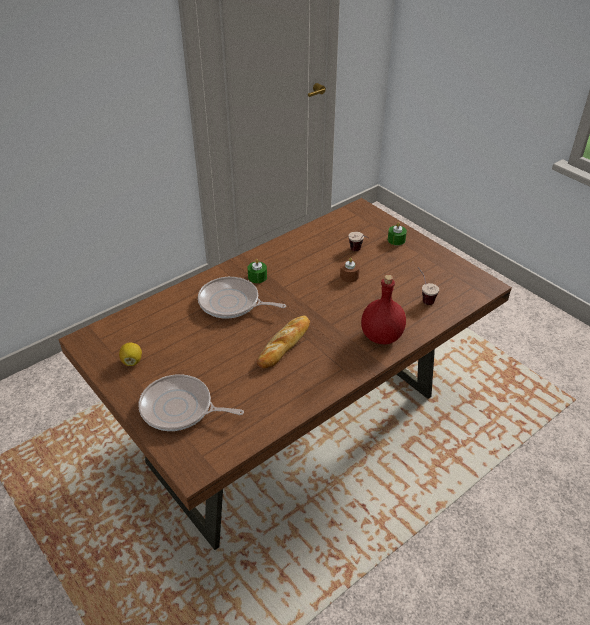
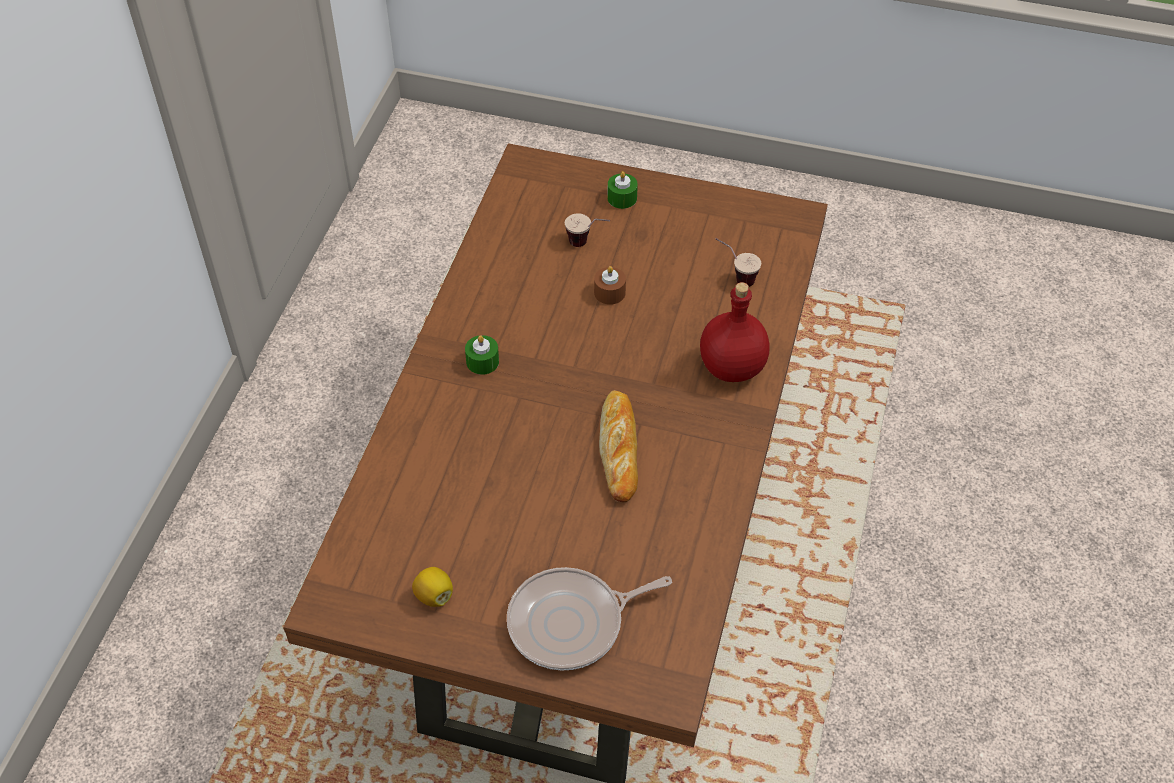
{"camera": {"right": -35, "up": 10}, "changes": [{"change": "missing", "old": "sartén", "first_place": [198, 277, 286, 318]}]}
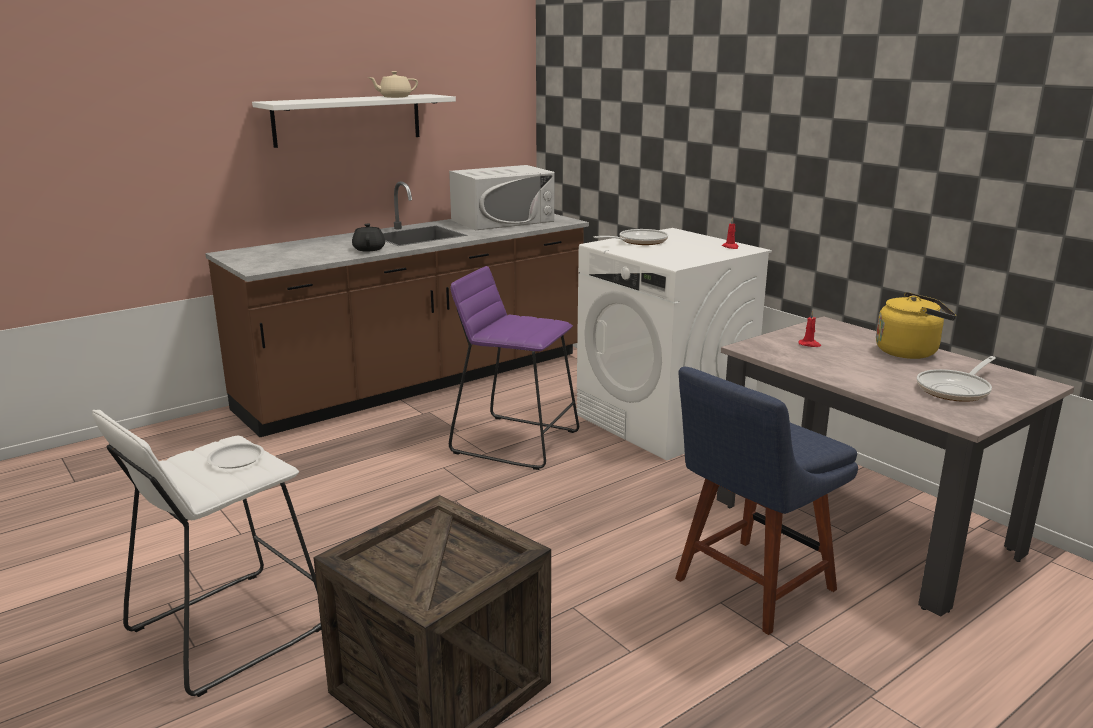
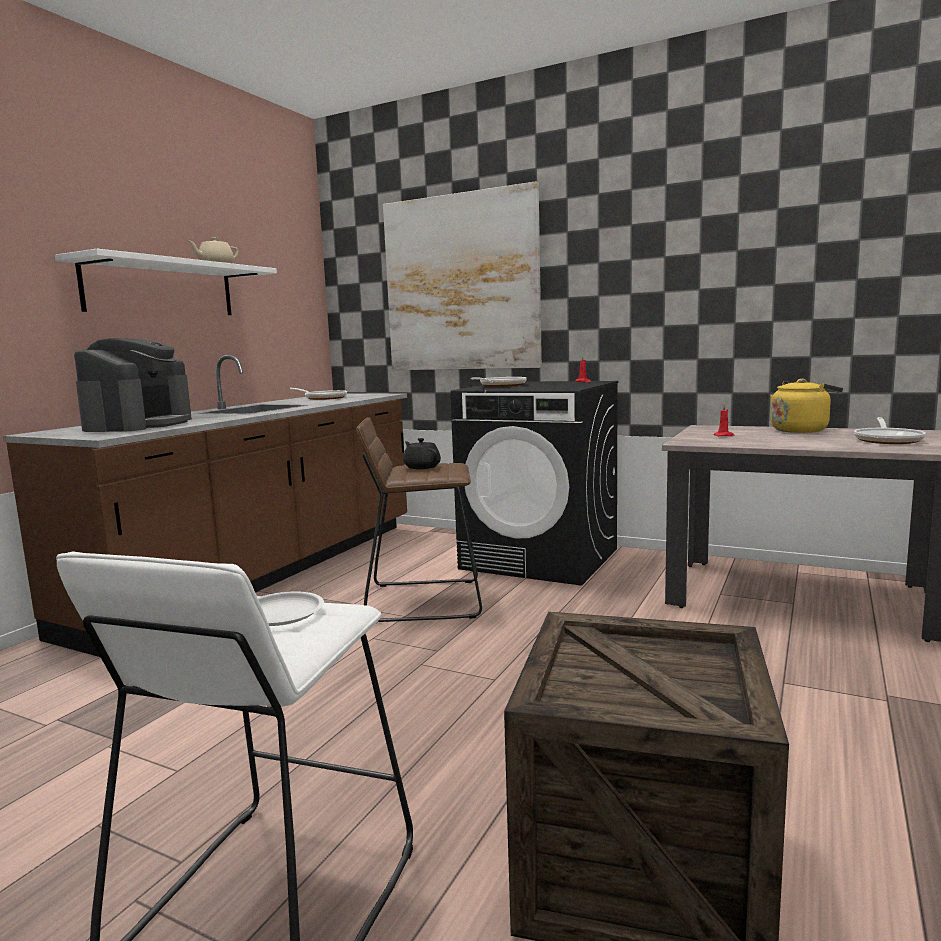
{"camera": {"right": -25, "up": -10}, "changes": [{"change": "exchanged", "old": "microondas/blanco", "new": "sartén", "first_place": [449, 165, 554, 230], "second_place": [290, 388, 347, 400]}, {"change": "relocated", "old": "tetera/negro", "first_place": [352, 224, 385, 251], "second_place": [403, 438, 441, 469]}, {"change": "colour", "old": "lavadora/blanco", "new": "lavadora/negro", "first_place": [577, 228, 772, 460], "second_place": [450, 381, 619, 586]}, {"change": "colour", "old": "taburete/morado", "new": "taburete/marrón", "first_place": [449, 266, 579, 470], "second_place": [356, 417, 482, 624]}, {"change": "missing", "old": "silla/azul", "first_place": [675, 367, 858, 635]}, {"change": "appeared", "new": "cuadro", "second_place": [383, 181, 542, 370]}, {"change": "appeared", "new": "cafetera", "second_place": [74, 338, 192, 432]}]}
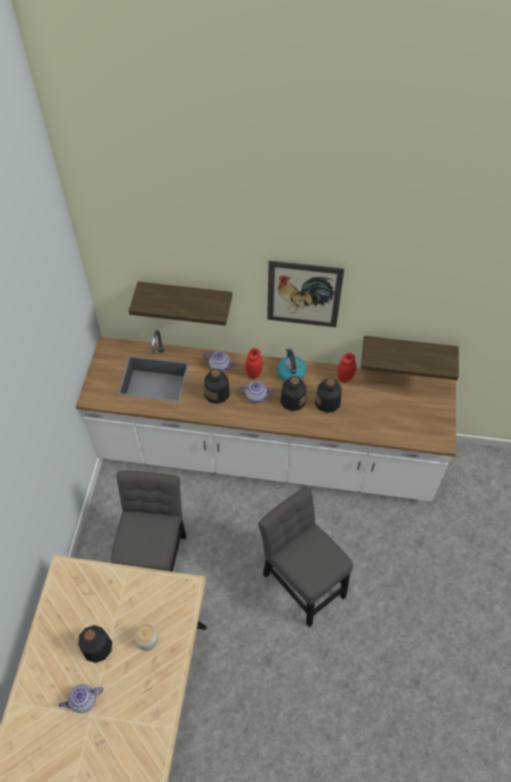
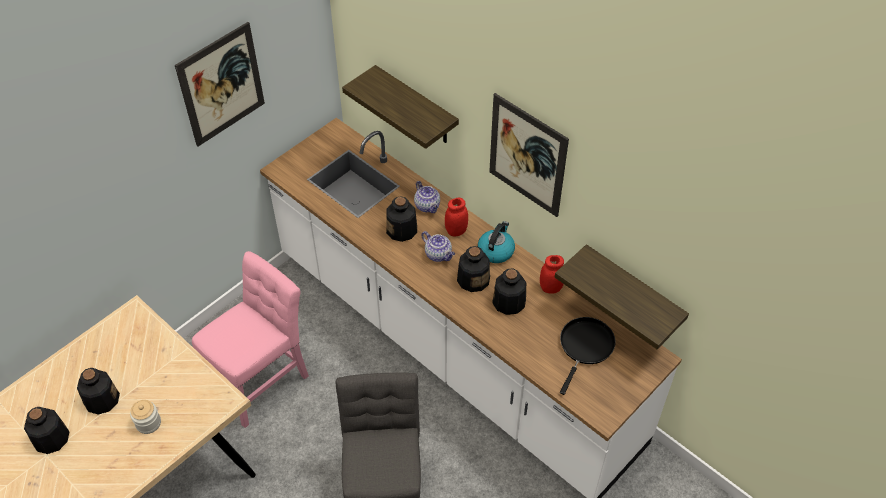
{"camera": {"right": 35, "up": -5}, "changes": [{"change": "colour", "old": "silla/gris", "new": "silla/rosa", "first_place": [111, 471, 186, 572], "second_place": [192, 251, 309, 428]}, {"change": "exchanged", "old": "tetera", "new": "botella", "first_place": [59, 684, 103, 713], "second_place": [24, 407, 70, 454]}, {"change": "appeared", "new": "cuadro", "second_place": [175, 22, 265, 147]}, {"change": "appeared", "new": "sartén/negro", "second_place": [560, 317, 616, 395]}]}
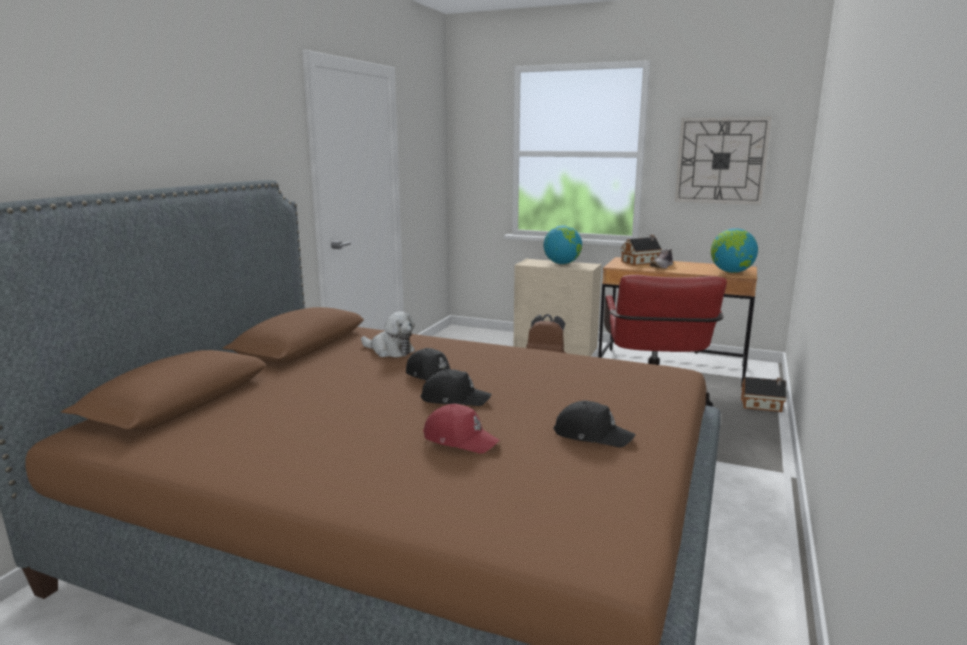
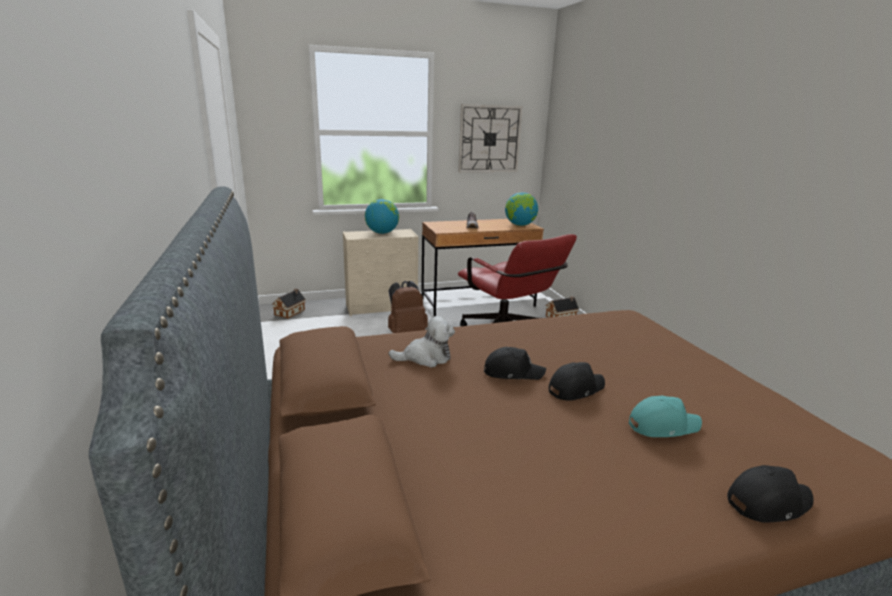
{"camera": {"right": -40, "up": 5}, "changes": [{"change": "relocated", "old": "casita", "first_place": [621, 235, 662, 265], "second_place": [272, 289, 306, 318]}, {"change": "relocated", "old": "gorra/negro", "first_place": [553, 400, 636, 447], "second_place": [727, 465, 814, 523]}, {"change": "colour", "old": "gorra/rojo", "new": "gorra/turquesa", "first_place": [423, 404, 500, 453], "second_place": [629, 395, 702, 437]}]}
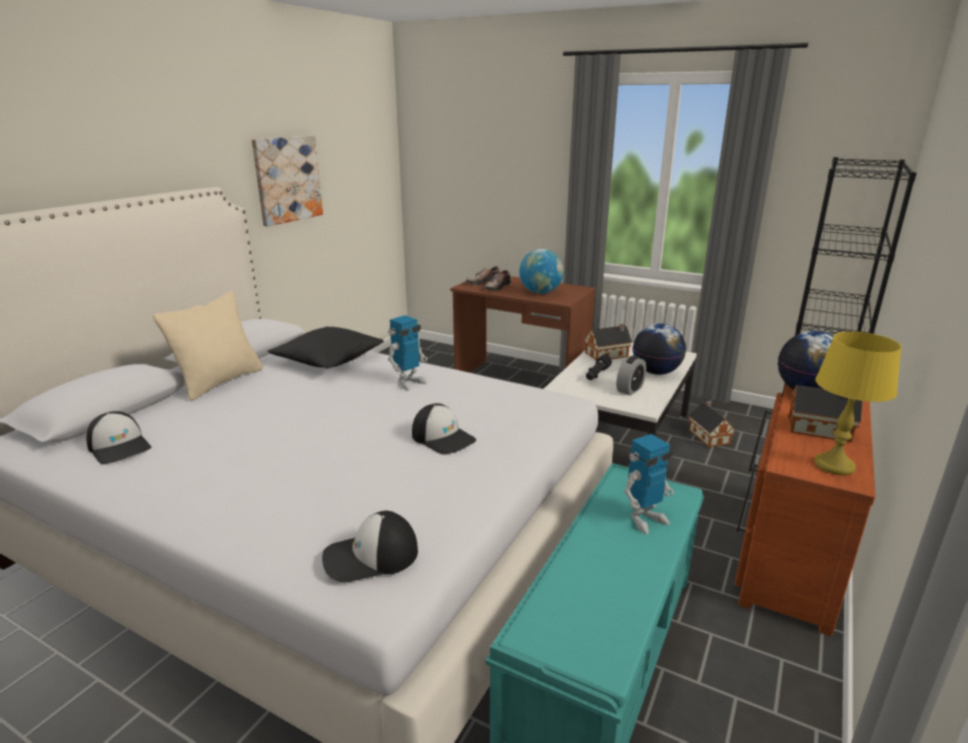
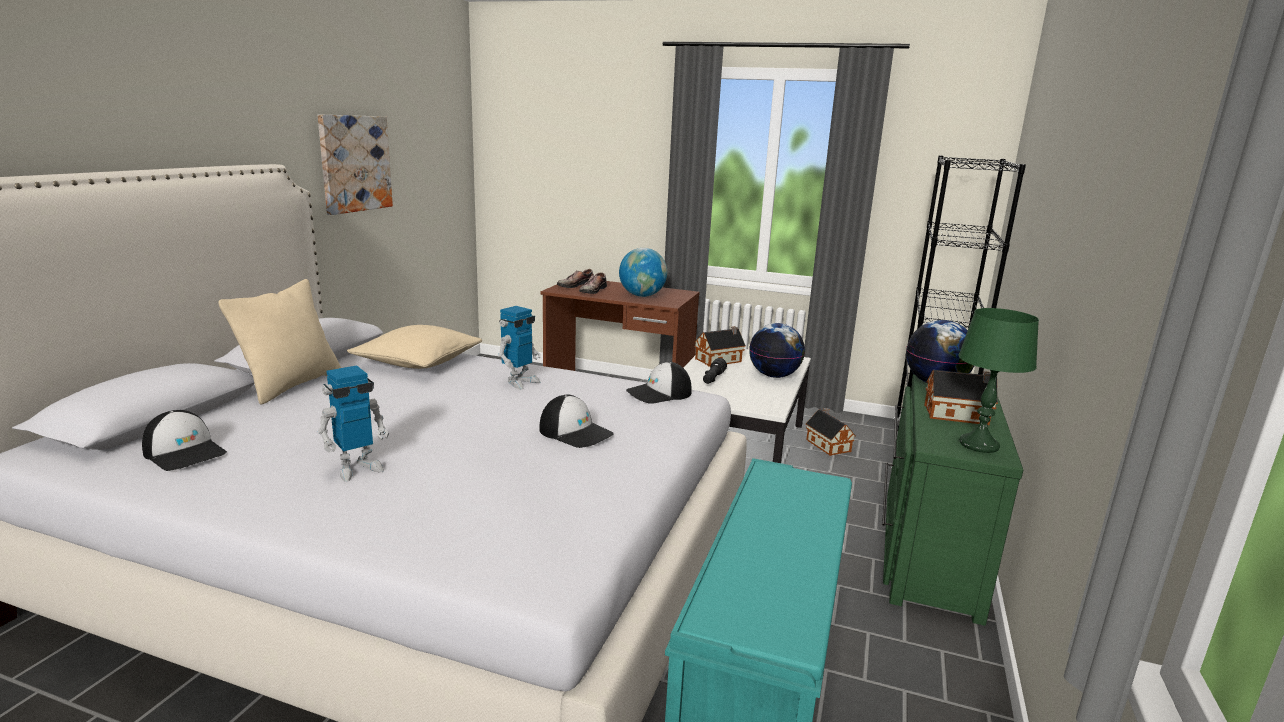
{"camera": {"right": -10, "up": -5}, "changes": [{"change": "colour", "old": "cojín/negro", "new": "cojín/beis", "first_place": [268, 326, 384, 369], "second_place": [347, 325, 482, 369]}, {"change": "colour", "old": "lámpara de mesa/amarillo", "new": "lámpara de mesa/verde", "first_place": [815, 332, 902, 475], "second_place": [958, 308, 1039, 453]}, {"change": "missing", "old": "despertador", "first_place": [616, 355, 646, 395]}, {"change": "colour", "old": "cómoda/marrón", "new": "cómoda/verde", "first_place": [734, 384, 875, 636], "second_place": [882, 374, 1023, 626]}, {"change": "relocated", "old": "robot de juguete", "first_place": [624, 434, 674, 534], "second_place": [318, 365, 389, 482]}, {"change": "relocated", "old": "gorra", "first_place": [322, 511, 418, 583], "second_place": [626, 362, 692, 404]}]}
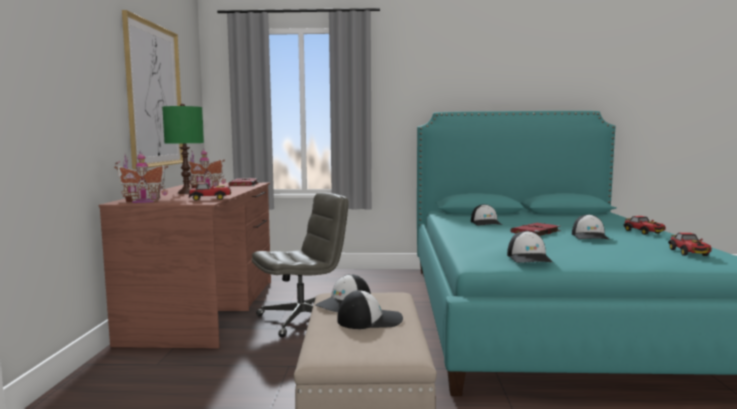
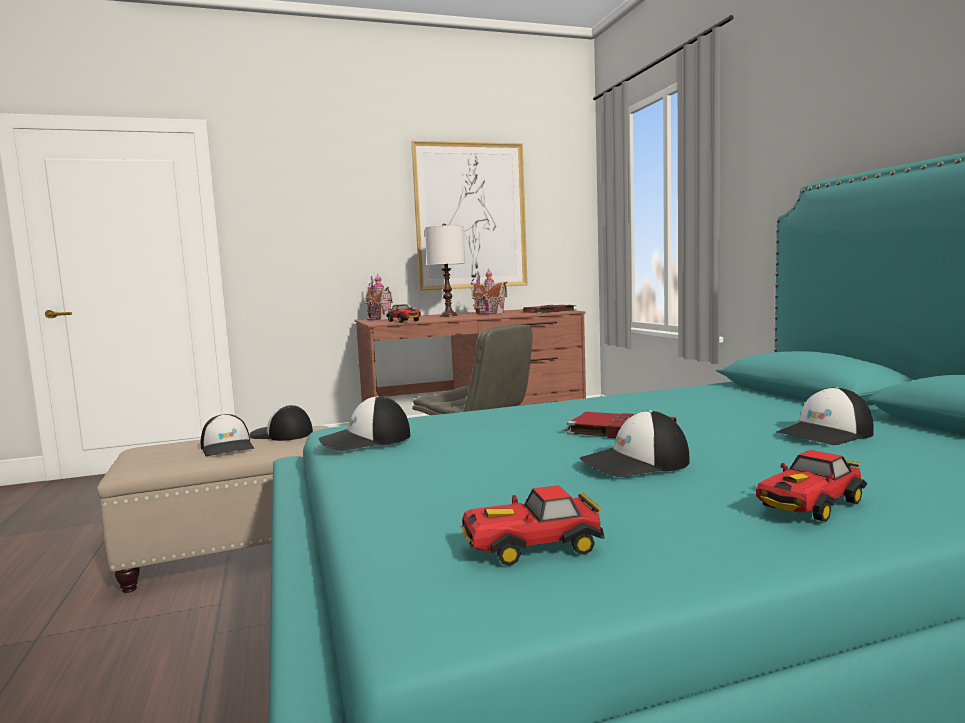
{"camera": {"right": 70, "up": 0}, "changes": [{"change": "colour", "old": "lámpara de mesa/verde", "new": "lámpara de mesa/blanco", "first_place": [162, 104, 204, 194], "second_place": [425, 224, 465, 317]}, {"change": "relocated", "old": "gorra", "first_place": [471, 204, 502, 226], "second_place": [776, 387, 874, 445]}]}
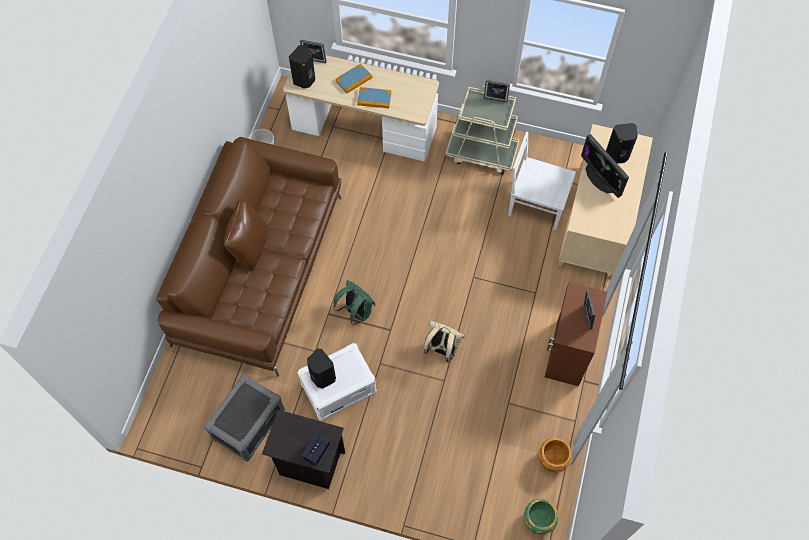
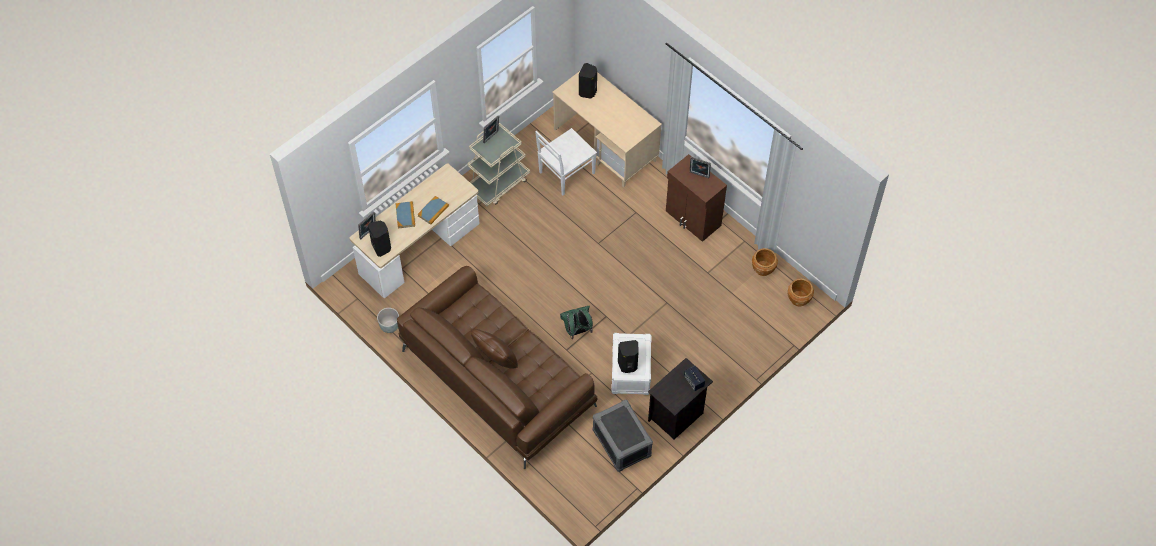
{"camera": {"right": -60, "up": -5}, "changes": [{"change": "missing", "old": "monitor", "first_place": [581, 134, 629, 198]}, {"change": "missing", "old": "mochila/beis", "first_place": [424, 321, 464, 363]}, {"change": "colour", "old": "maceta/verde", "new": "maceta/marrón", "first_place": [524, 499, 559, 534], "second_place": [787, 278, 814, 306]}]}
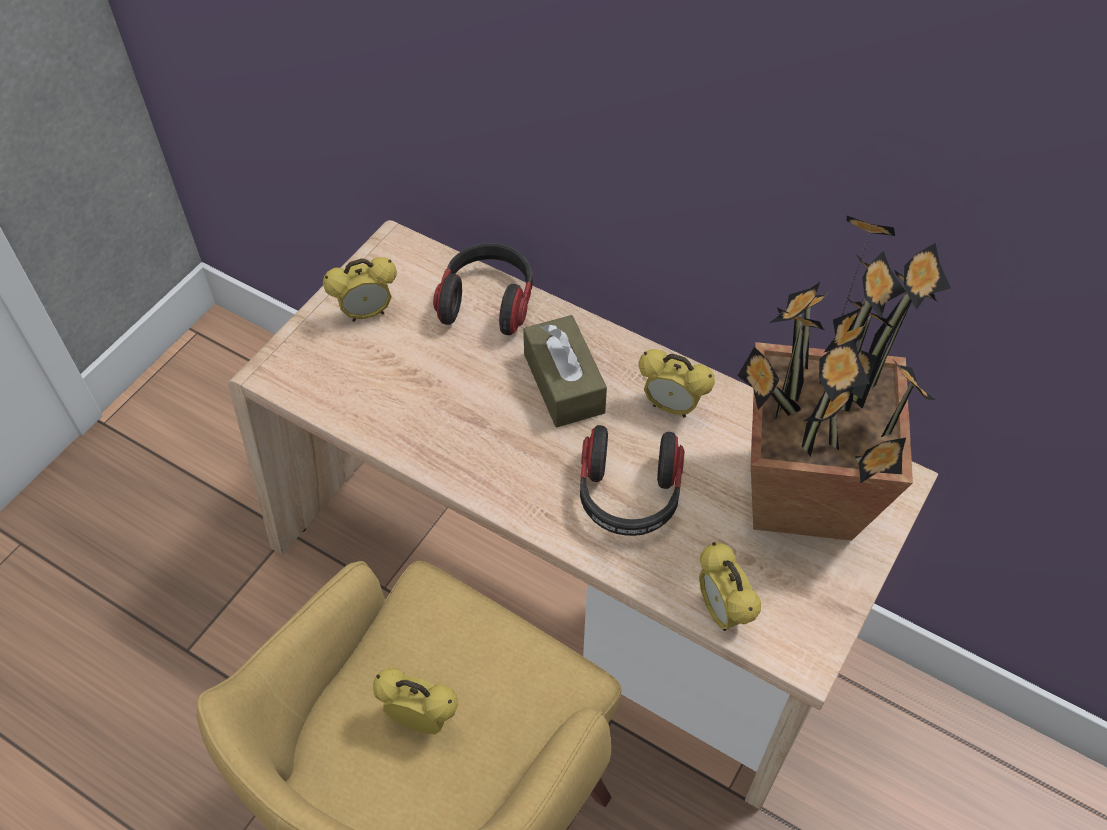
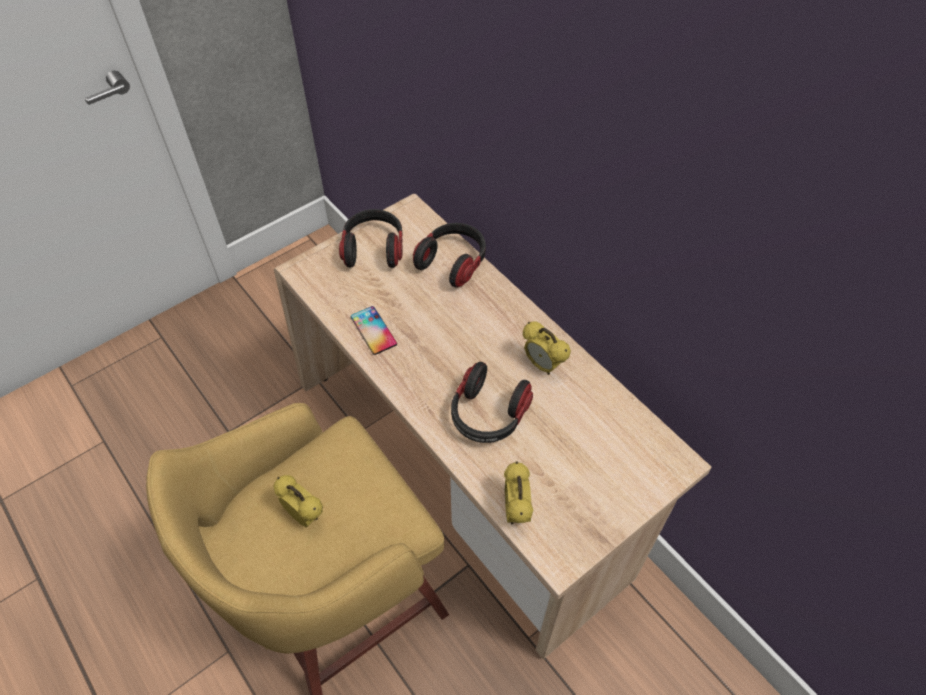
{"camera": {"right": 20, "up": 0}, "changes": [{"change": "missing", "old": "planta en maceta", "first_place": [738, 216, 951, 541]}, {"change": "exchanged", "old": "despertador", "new": "auriculares", "first_place": [323, 257, 397, 322], "second_place": [339, 209, 403, 268]}, {"change": "missing", "old": "caja de pañuelos/marrón", "first_place": [523, 315, 607, 427]}, {"change": "appeared", "new": "móvil", "second_place": [351, 306, 397, 355]}]}
